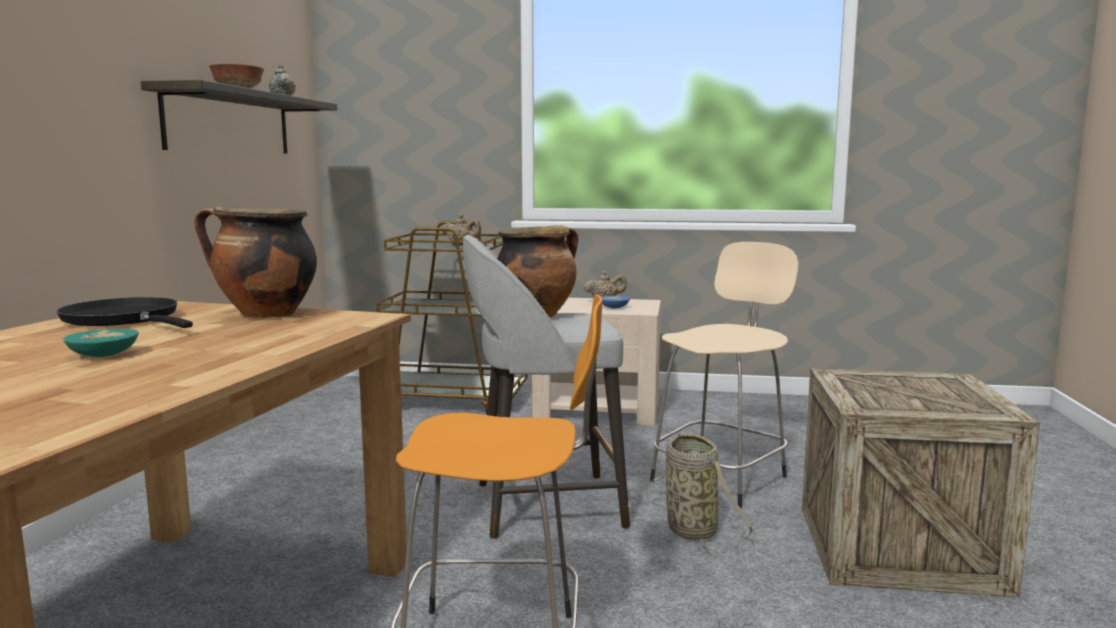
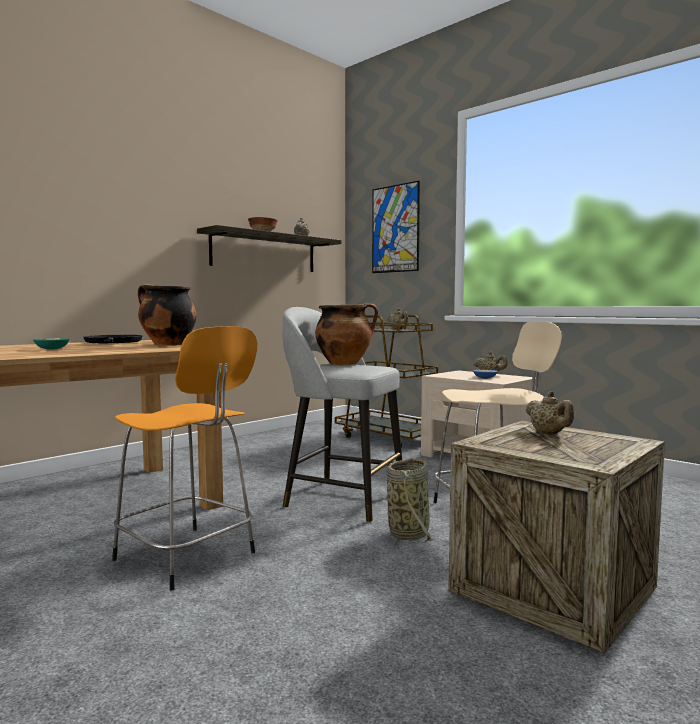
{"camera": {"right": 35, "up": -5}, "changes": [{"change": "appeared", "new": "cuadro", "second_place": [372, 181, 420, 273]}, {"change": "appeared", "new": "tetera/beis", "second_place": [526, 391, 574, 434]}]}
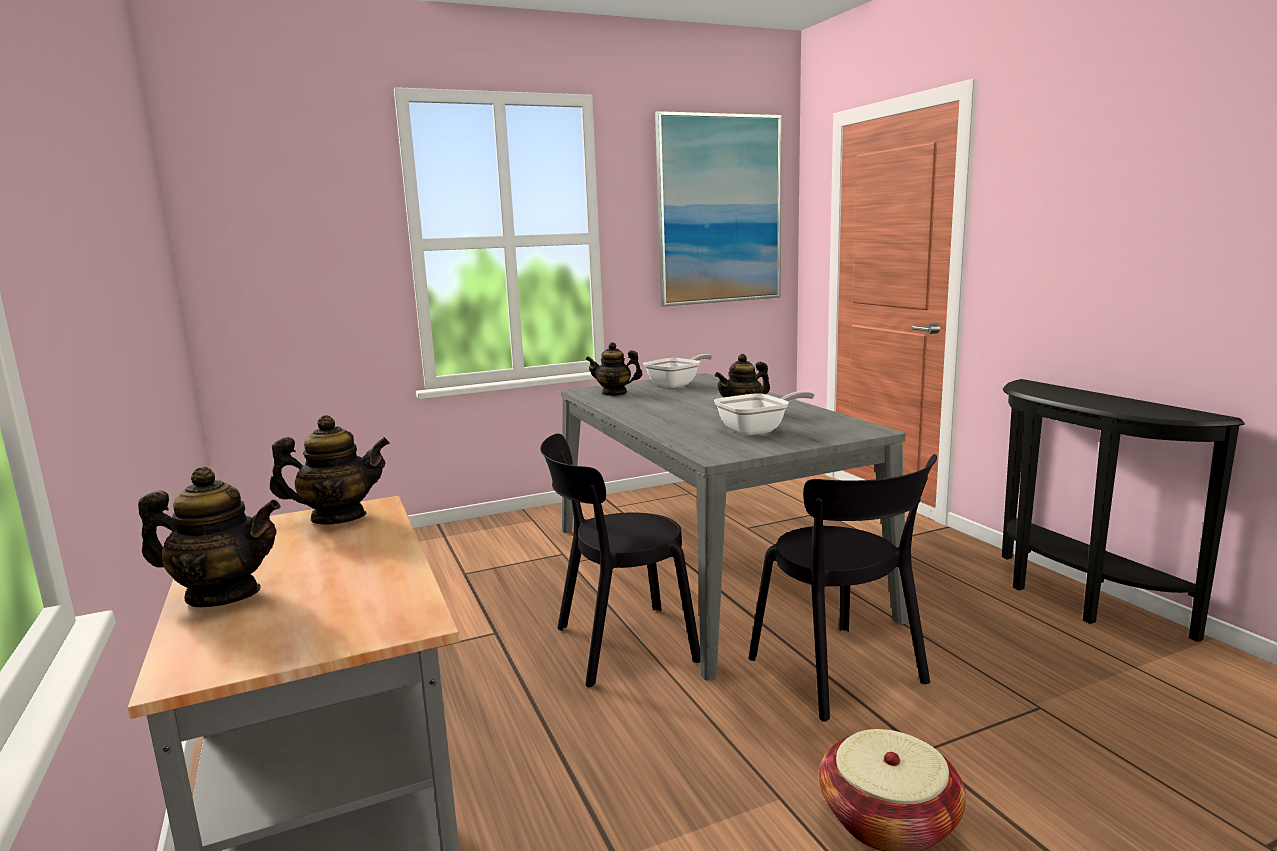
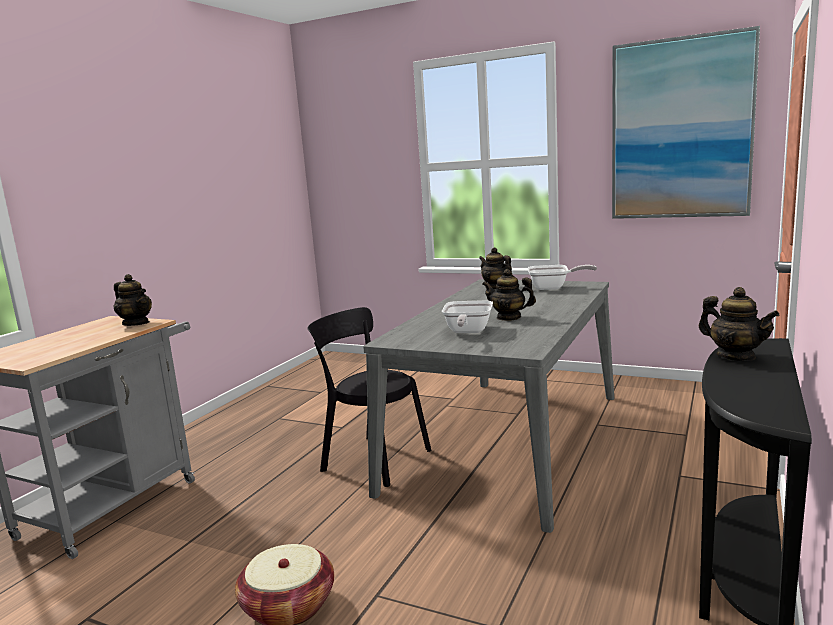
{"camera": {"right": 50, "up": 0}, "changes": [{"change": "spun", "old": "sartén", "first_place": [714, 391, 815, 436], "second_place": [442, 300, 493, 333], "degrees": 75}, {"change": "missing", "old": "silla/negro", "first_place": [748, 454, 937, 722]}, {"change": "relocated", "old": "tetera", "first_place": [138, 467, 281, 607], "second_place": [699, 287, 779, 361]}]}
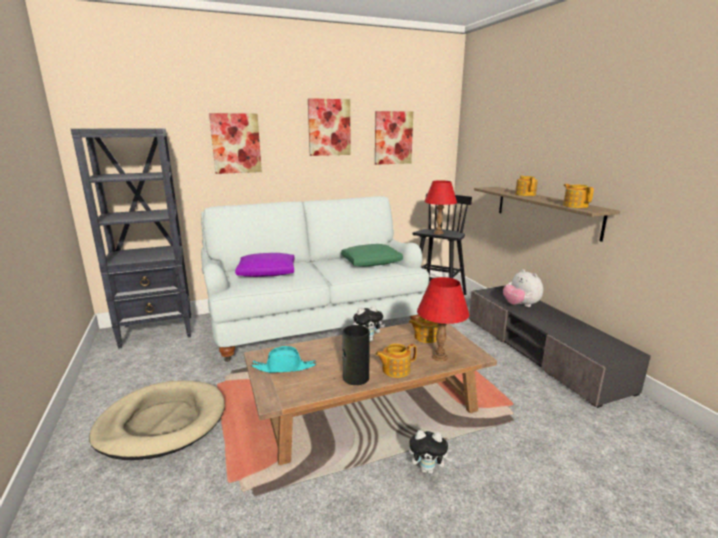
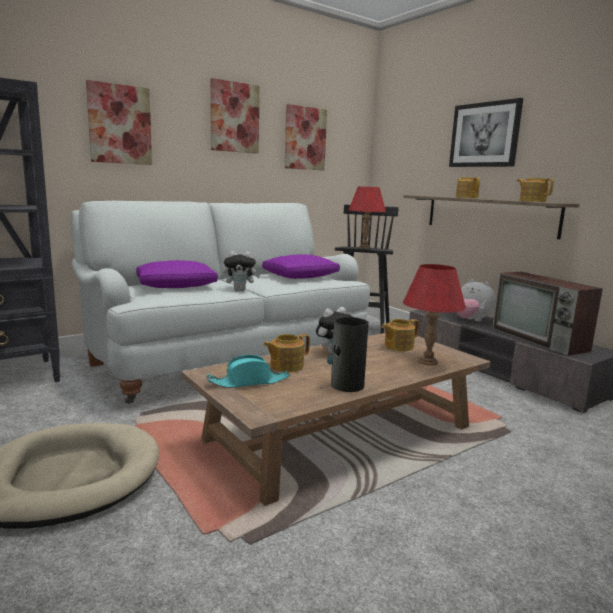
{"camera": {"right": -15, "up": -5}, "changes": [{"change": "colour", "old": "cojín/verde", "new": "cojín/morado", "first_place": [341, 244, 403, 267], "second_place": [262, 254, 340, 279]}, {"change": "relocated", "old": "tetera", "first_place": [375, 343, 417, 378], "second_place": [263, 334, 310, 372]}, {"change": "relocated", "old": "peluche", "first_place": [409, 430, 452, 474], "second_place": [224, 251, 260, 291]}, {"change": "appeared", "new": "cuadro", "second_place": [449, 98, 523, 167]}, {"change": "appeared", "new": "televisor", "second_place": [492, 272, 603, 356]}]}
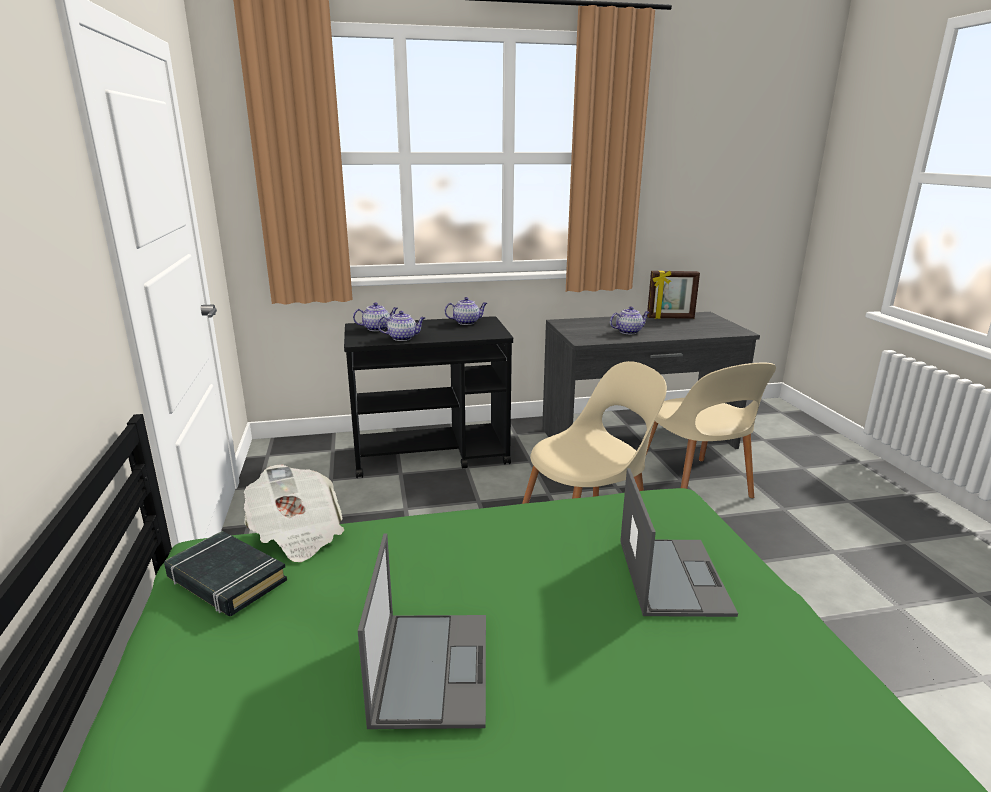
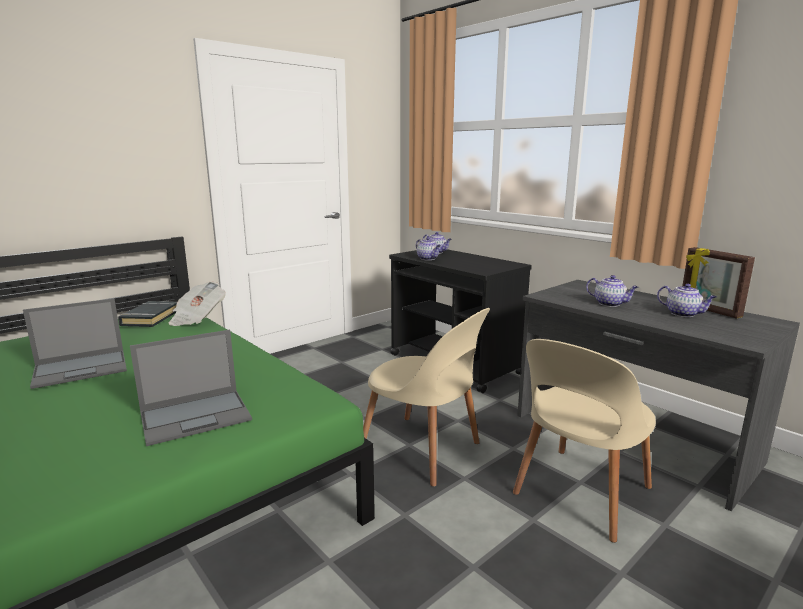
{"camera": {"right": 60, "up": -5}, "changes": [{"change": "relocated", "old": "tetera", "first_place": [445, 297, 487, 325], "second_place": [657, 283, 717, 317]}]}
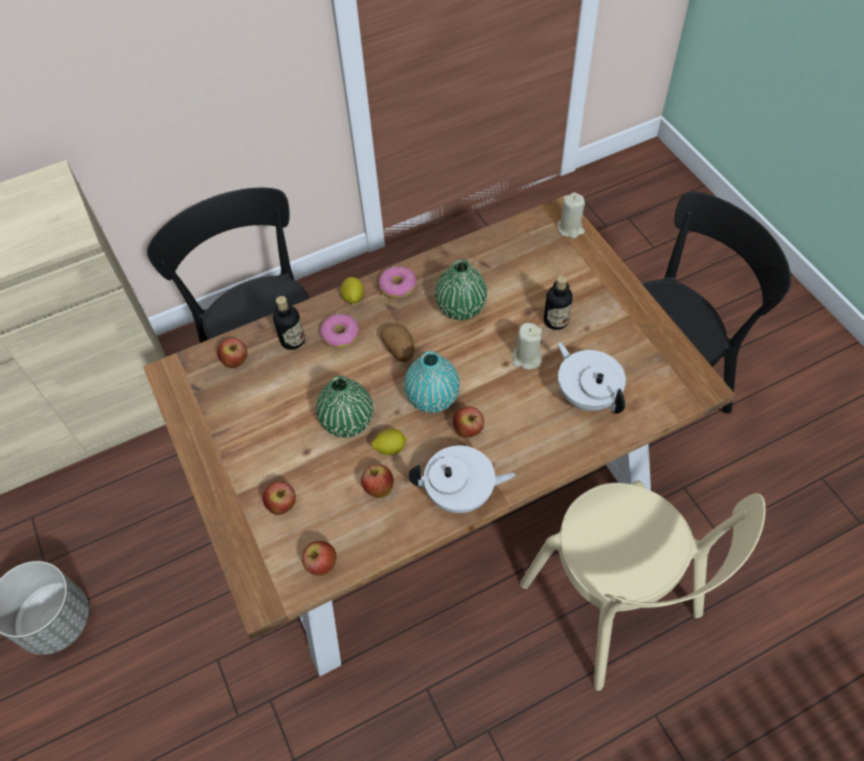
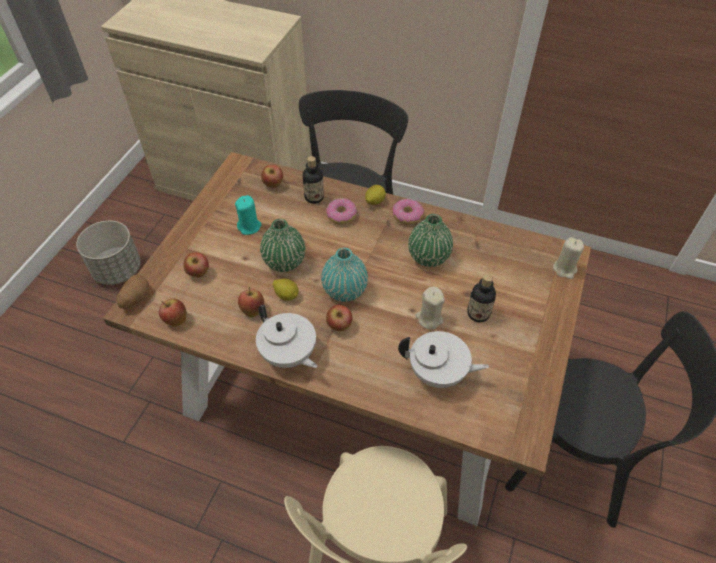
{"camera": {"right": 45, "up": -5}, "changes": [{"change": "relocated", "old": "patata", "first_place": [380, 324, 414, 362], "second_place": [116, 275, 149, 309]}, {"change": "spun", "old": "tetera/blanco", "first_place": [558, 342, 626, 414], "second_place": [398, 331, 489, 388], "degrees": 90}, {"change": "appeared", "new": "vela/turquesa", "second_place": [235, 195, 262, 235]}]}
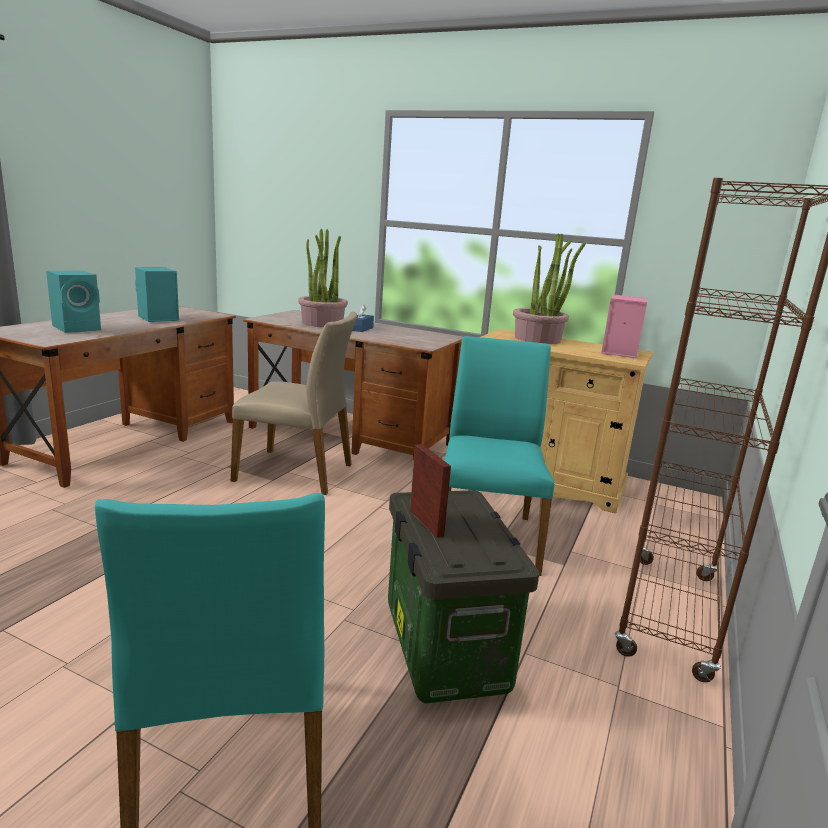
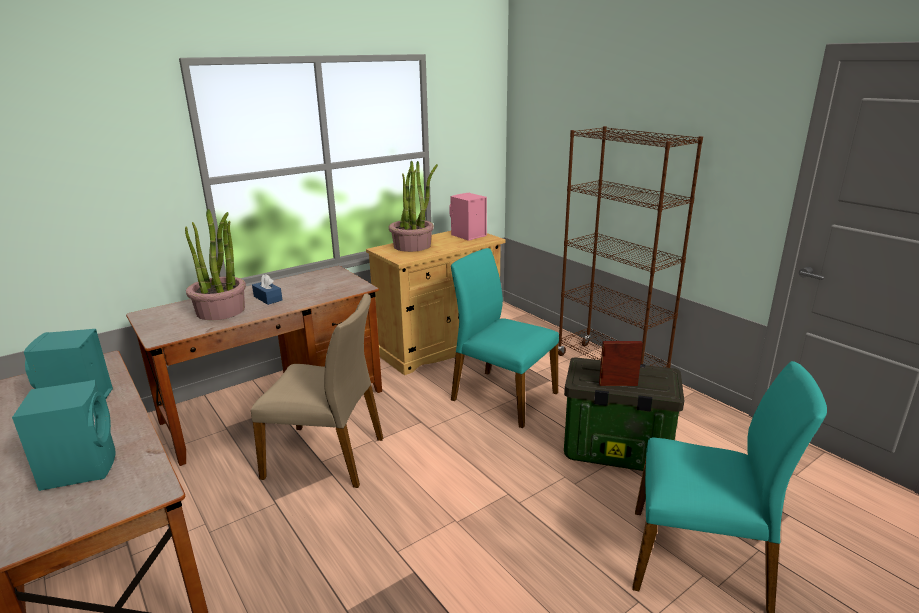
{"camera": {"right": -60, "up": 5}, "changes": [{"change": "spun", "old": "silla/beis", "first_place": [231, 312, 357, 495], "second_place": [251, 293, 383, 488], "degrees": 60}]}
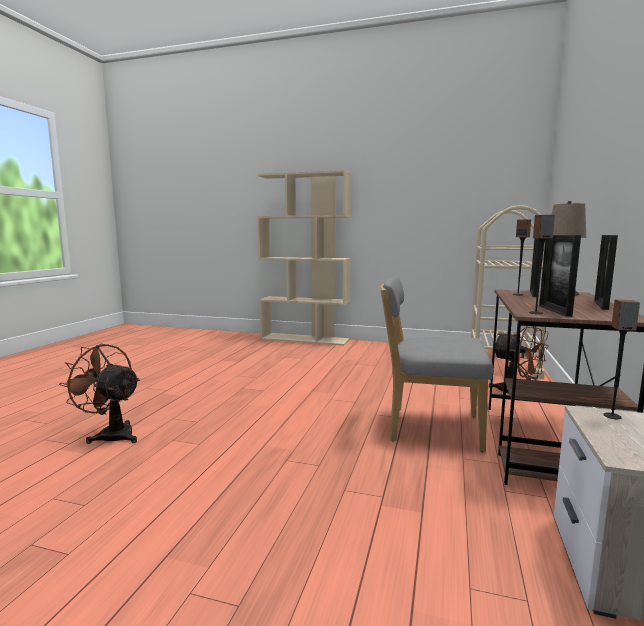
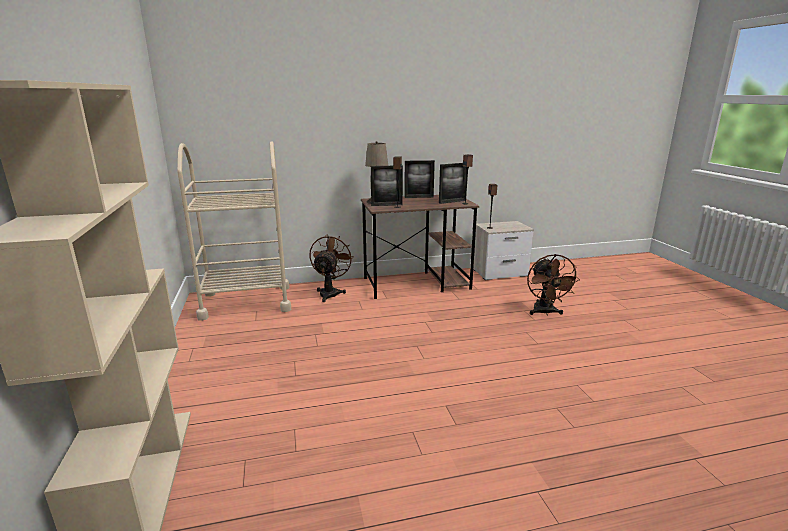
{"camera": {"right": -120, "up": 10}, "changes": [{"change": "missing", "old": "silla/gris", "first_place": [380, 276, 493, 452]}, {"change": "relocated", "old": "ventilador/marrón", "first_place": [59, 344, 140, 444], "second_place": [527, 254, 580, 316]}]}
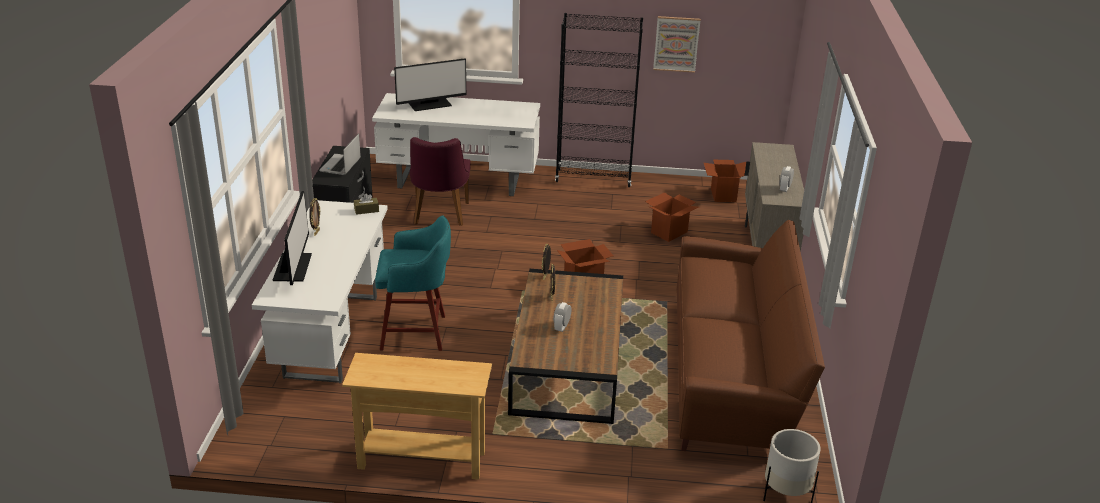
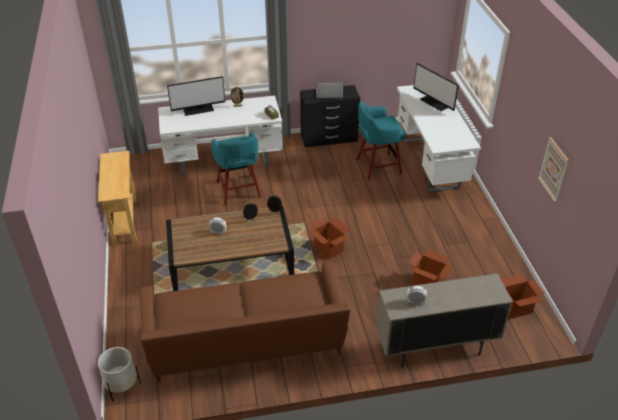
{"camera": {"right": 75, "up": 10}, "changes": [{"change": "missing", "old": "estantería/negro", "first_place": [555, 13, 643, 187]}, {"change": "exchanged", "old": "silla/morado", "new": "taburete/turquesa", "first_place": [410, 137, 471, 226], "second_place": [356, 101, 406, 180]}]}
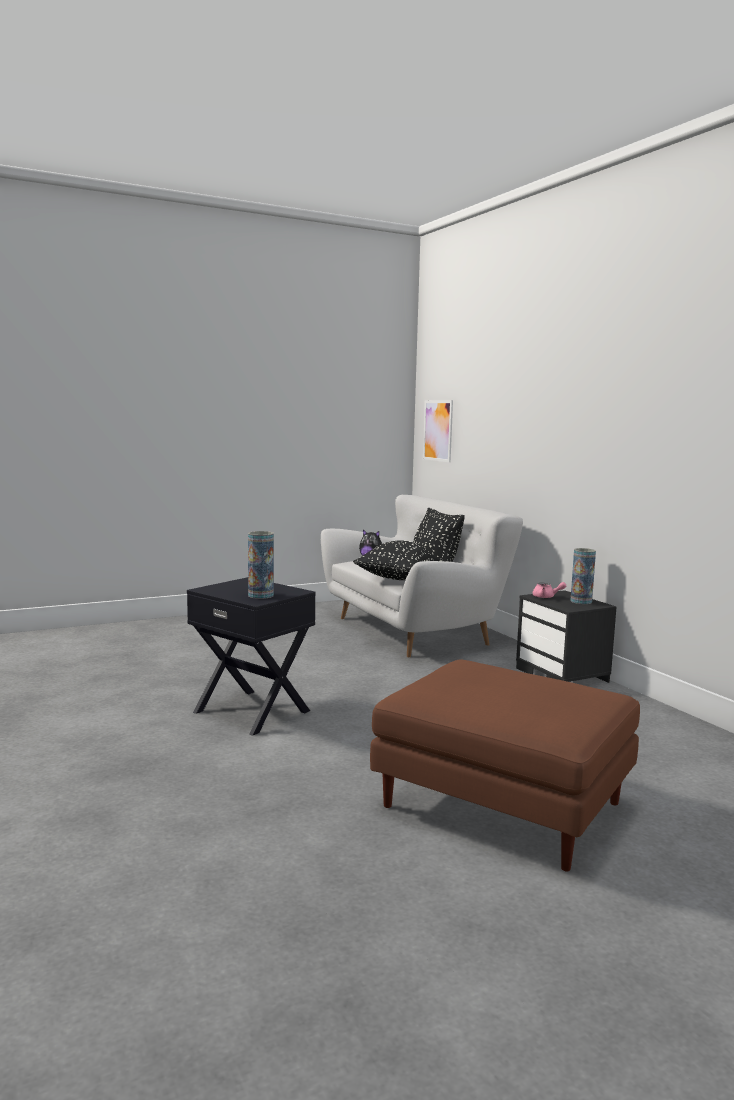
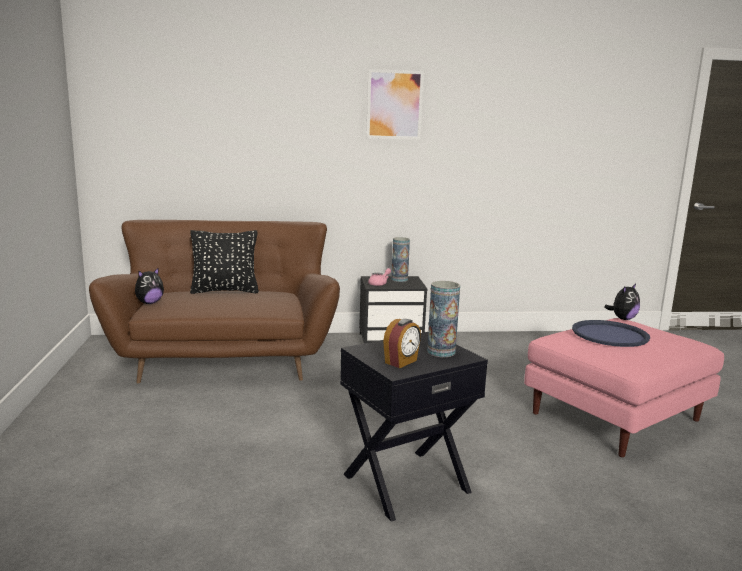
{"camera": {"right": -70, "up": 5}, "changes": [{"change": "relocated", "old": "cuadro", "first_place": [423, 400, 453, 462], "second_place": [366, 69, 424, 140]}, {"change": "colour", "old": "sofá/blanco", "new": "sofá/marrón", "first_place": [321, 495, 523, 657], "second_place": [89, 220, 340, 383]}, {"change": "missing", "old": "cojín/negro", "first_place": [353, 541, 443, 580]}, {"change": "colour", "old": "puf/marrón", "new": "puf/rosa", "first_place": [370, 660, 640, 872], "second_place": [524, 318, 724, 457]}, {"change": "appeared", "new": "peluche", "second_place": [605, 284, 640, 320]}, {"change": "appeared", "new": "despertador", "second_place": [383, 319, 421, 368]}, {"change": "appeared", "new": "bandeja/azul", "second_place": [572, 320, 650, 347]}]}
